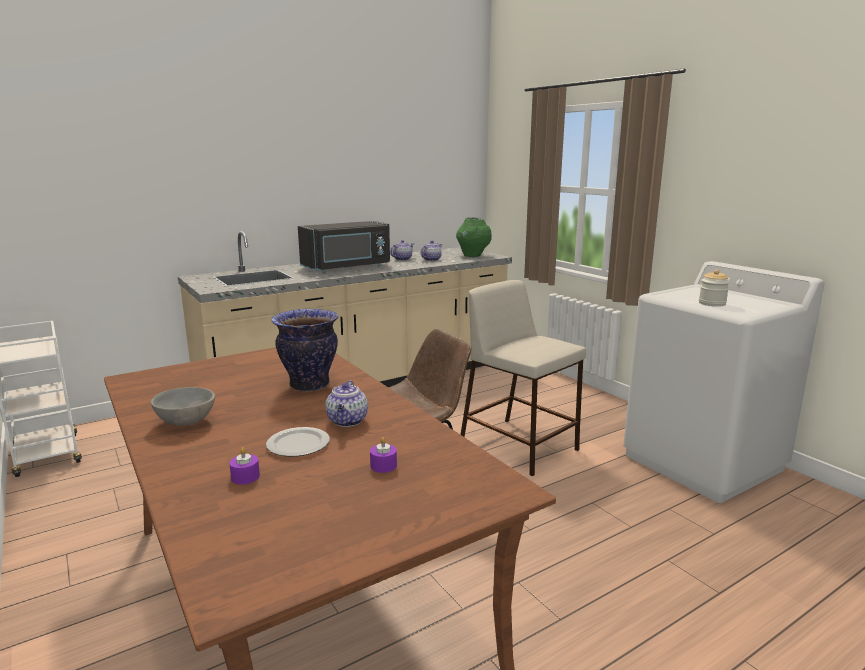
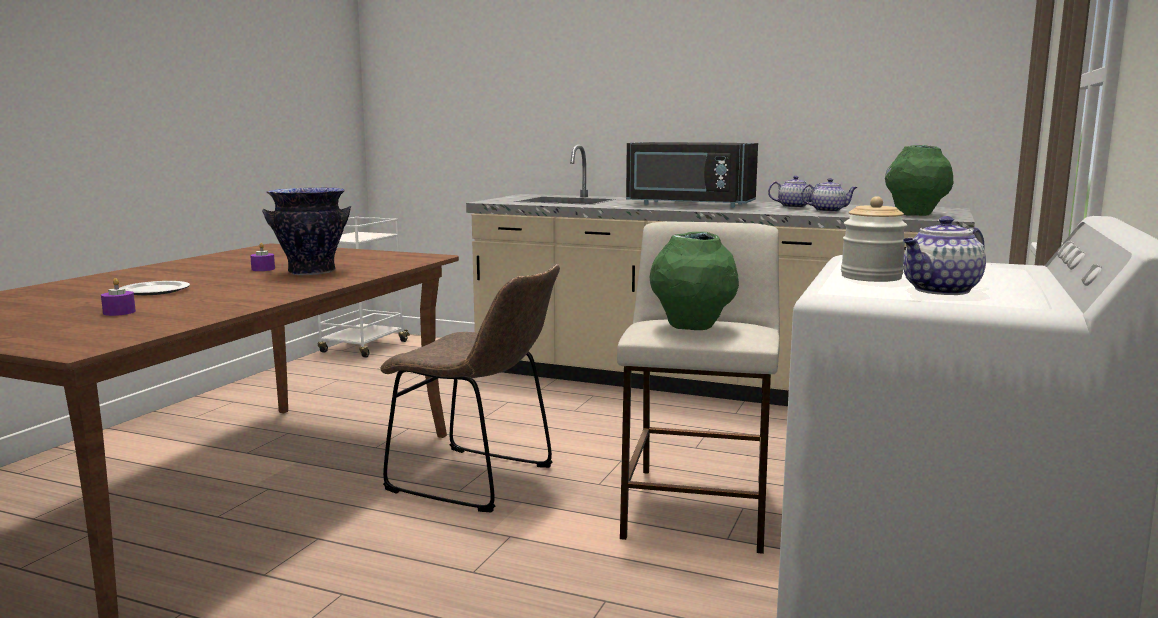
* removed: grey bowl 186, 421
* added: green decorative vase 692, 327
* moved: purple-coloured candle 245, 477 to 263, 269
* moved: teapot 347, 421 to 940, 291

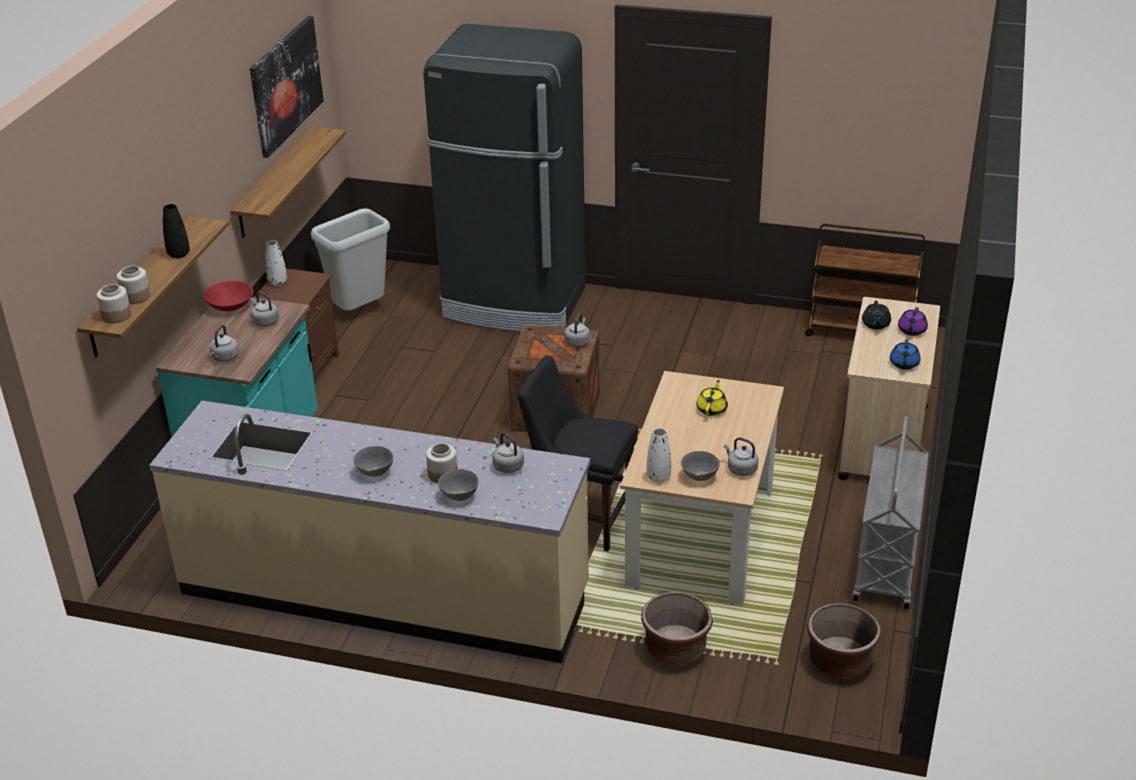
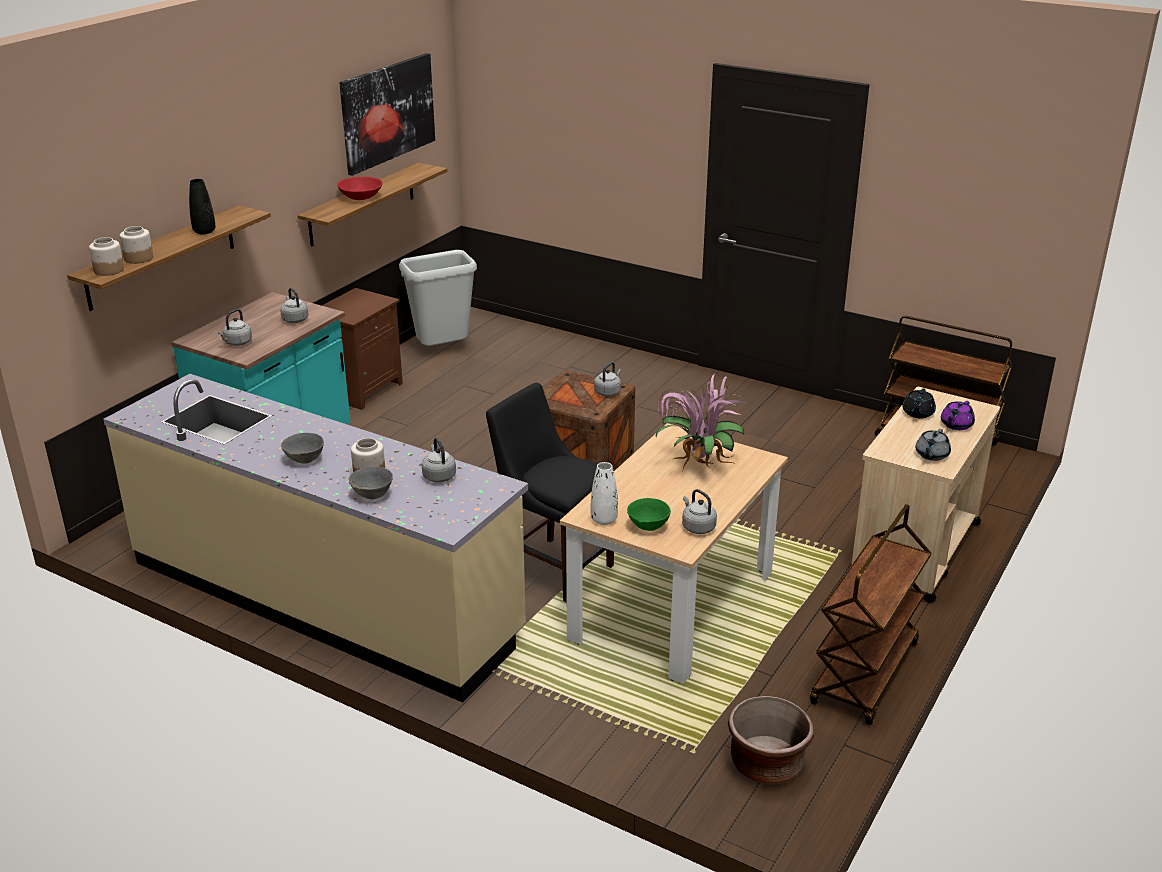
* removed: whitish decorative vase 277, 282
* removed: blackish kitchen fridge 515, 304
* removed: brownish planter 675, 649
* moved: red-coloured bowl 230, 306 to 361, 197
* replaced: yellow-coloured teapot 712, 409 to plant in a pot 697, 465
* recoloured: grey bowl 699, 477 to green bowl 648, 527
* recoloured: grey wheeled cart 886, 565 to brownish wheeled cart 865, 675
* recoloured: bluish teapot 904, 364 to grey teapot 931, 455

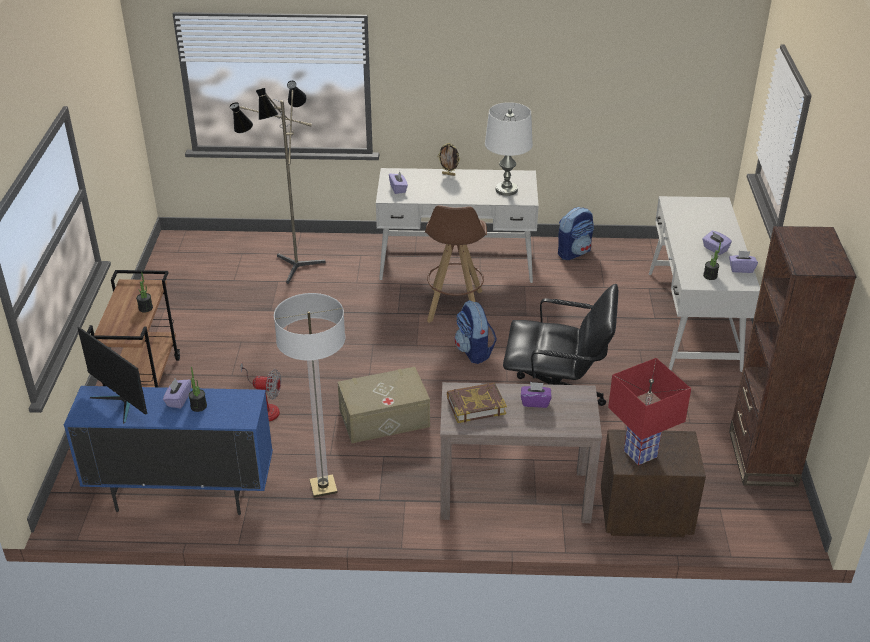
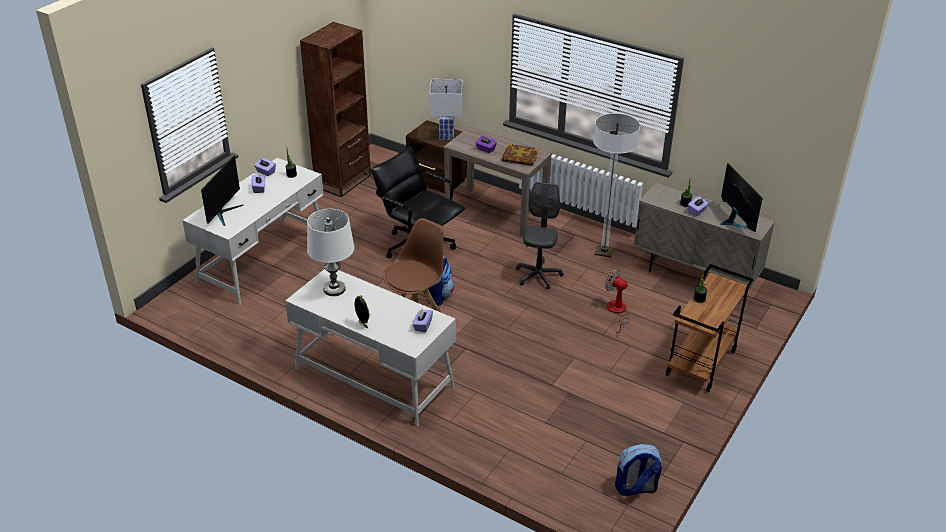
* removed: standing lamp 290, 267
* added: computer display 223, 213
* moved: backpack 574, 252 to 635, 488
* replaced: beige-coloured storage bin 384, 418 to grey computer chair 538, 276
* recoloured: bluish cupboard 182, 495 to beige-coloured cupboard 694, 277
* recoloured: red-coloured lamp for a table 640, 453 to whitish lamp for a table 446, 136

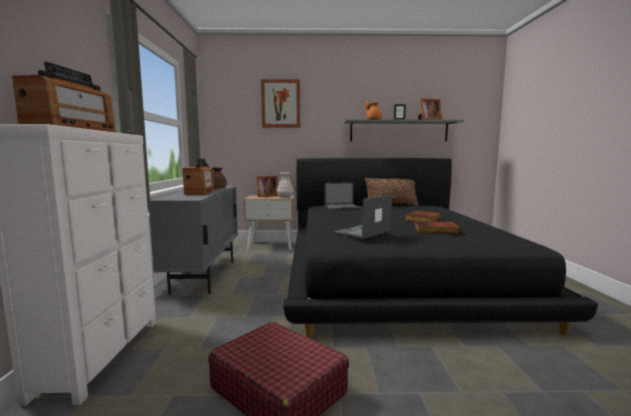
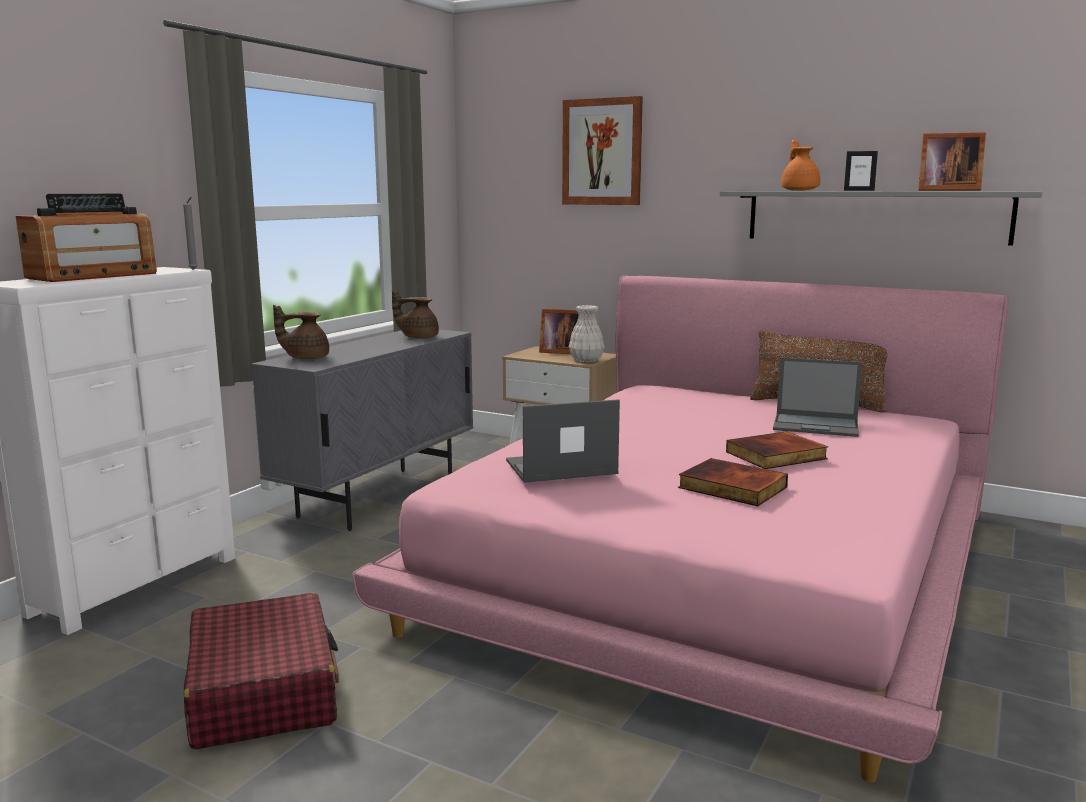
* removed: radio receiver 201, 192
* added: brownish teapot 306, 358
* moved: laptop 342, 207 to 817, 425
* recoloured: blackish bed 392, 272 to pink bed 716, 563

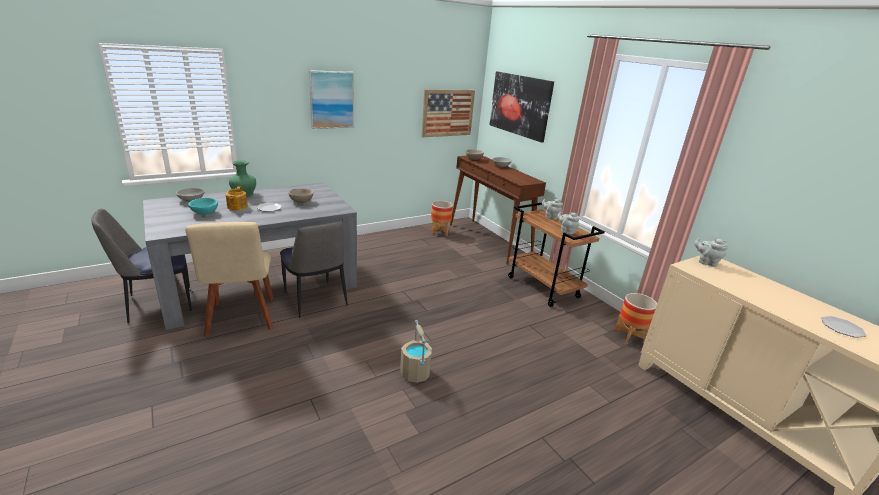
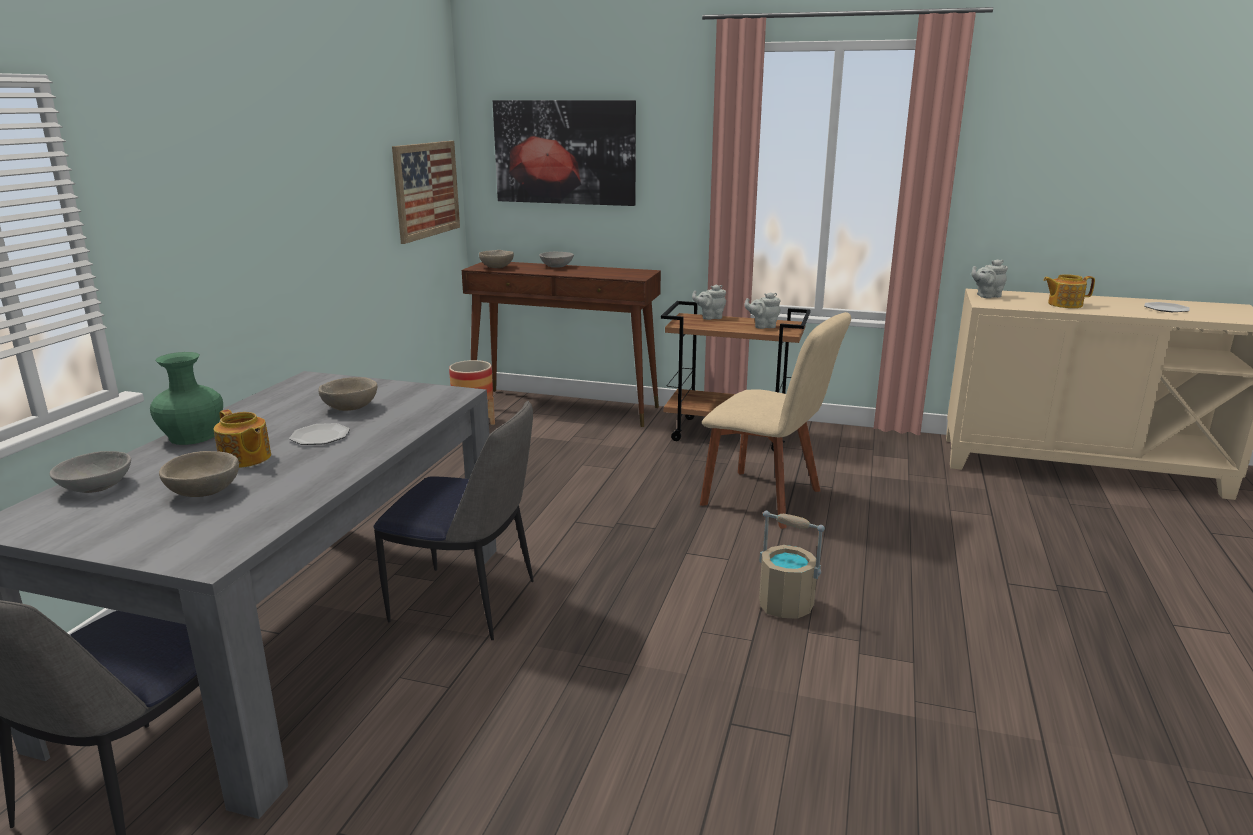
* removed: wall art 331, 99
* removed: planter 629, 337
* added: teapot 1064, 304
* moved: beige-coloured upright chair 241, 318 to 767, 499
* recoloured: turquoise-coloured bowl 204, 213 to beige-coloured bowl 203, 493

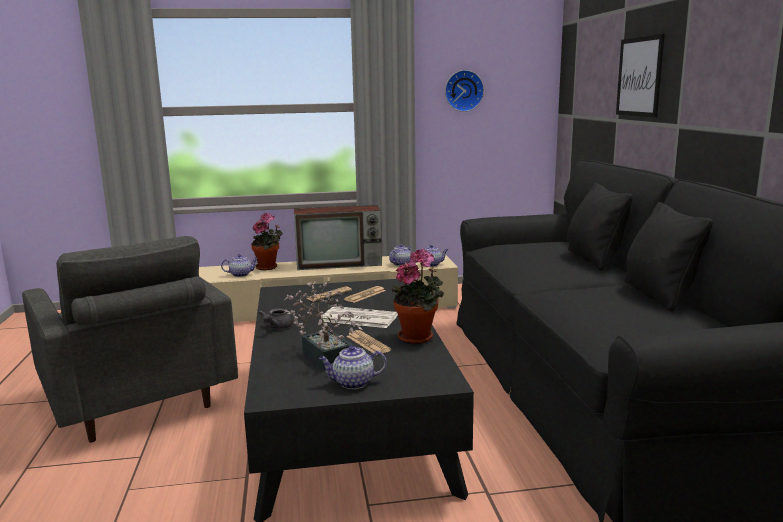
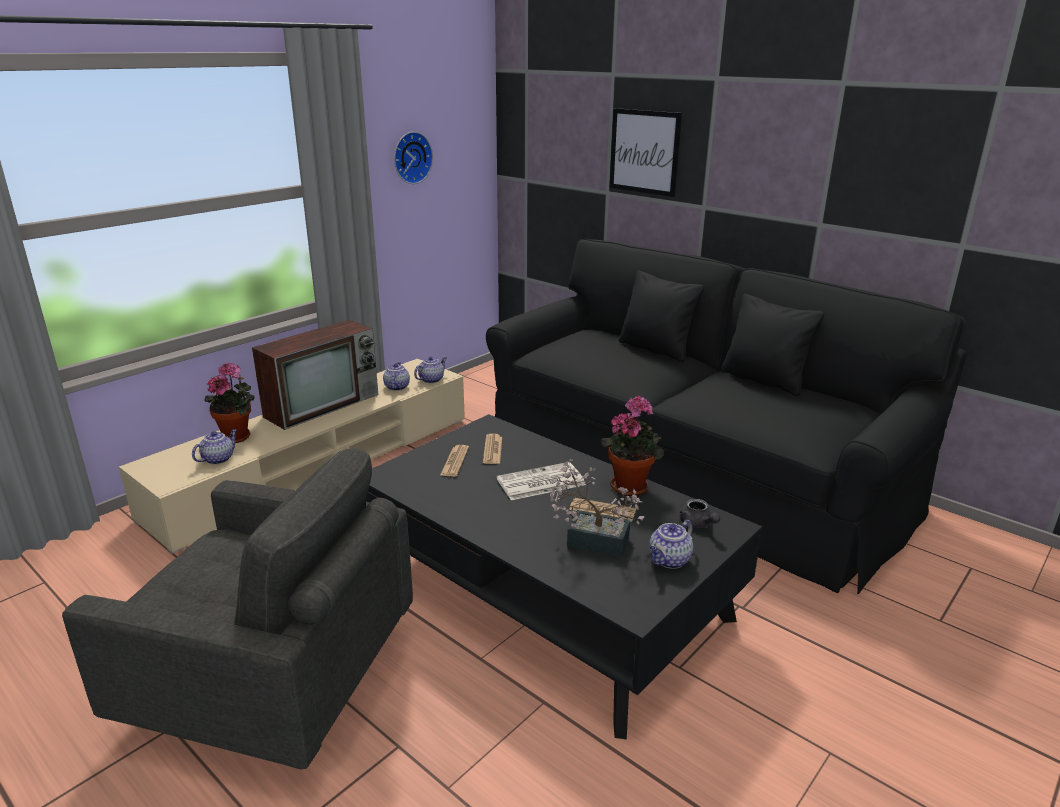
* moved: grey teapot 276, 328 to 697, 524

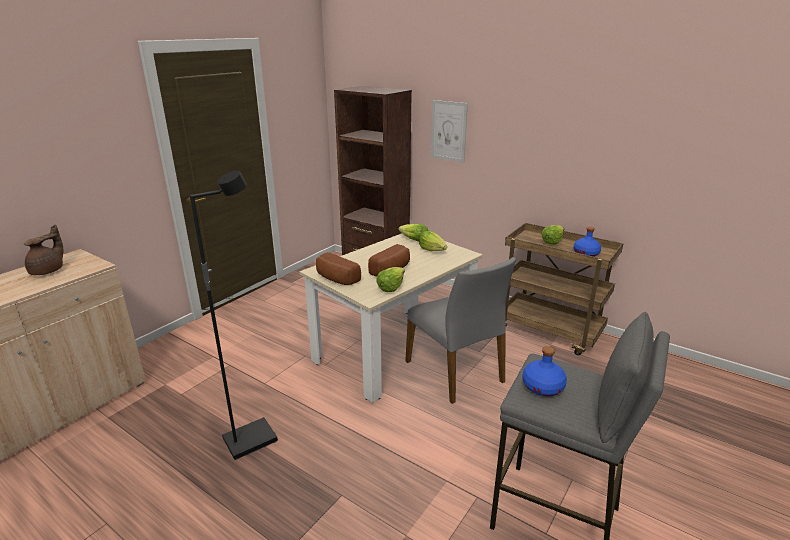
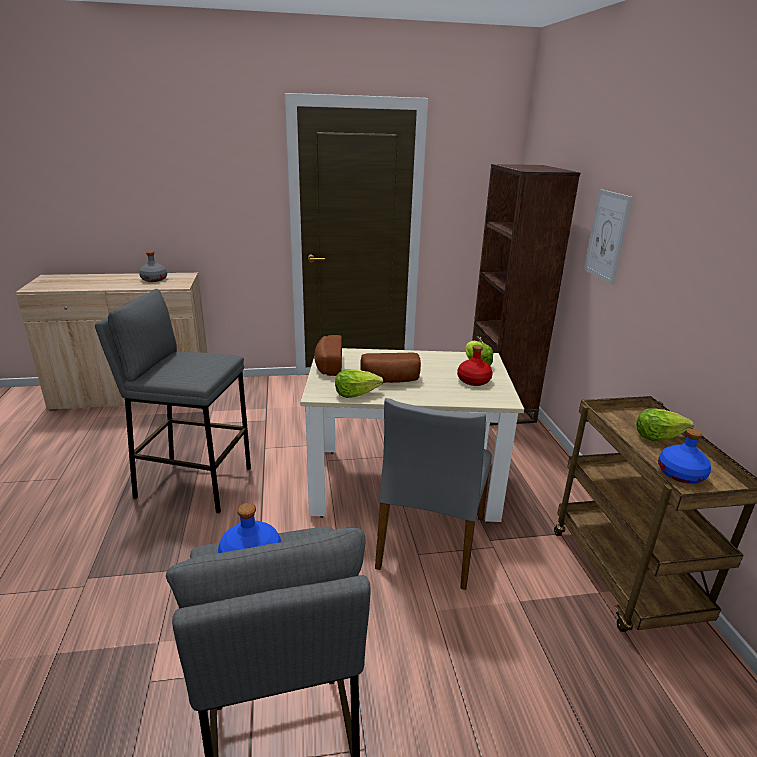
* replaced: brownish teapot 49, 271 to grey drink bottle 154, 279
* replaced: blackish standing lamp 250, 439 to grey stool 193, 482
* replaced: head of lettuce 433, 250 to red-coloured drink bottle 474, 380

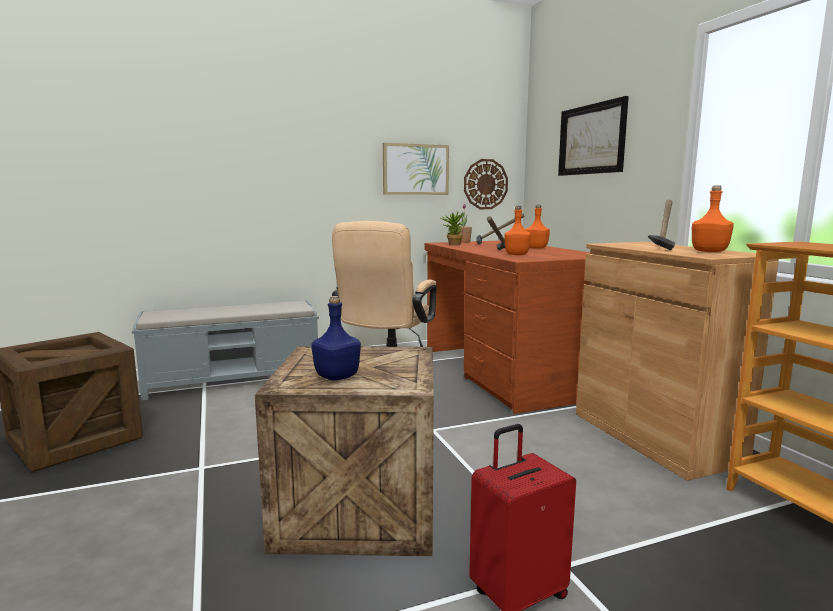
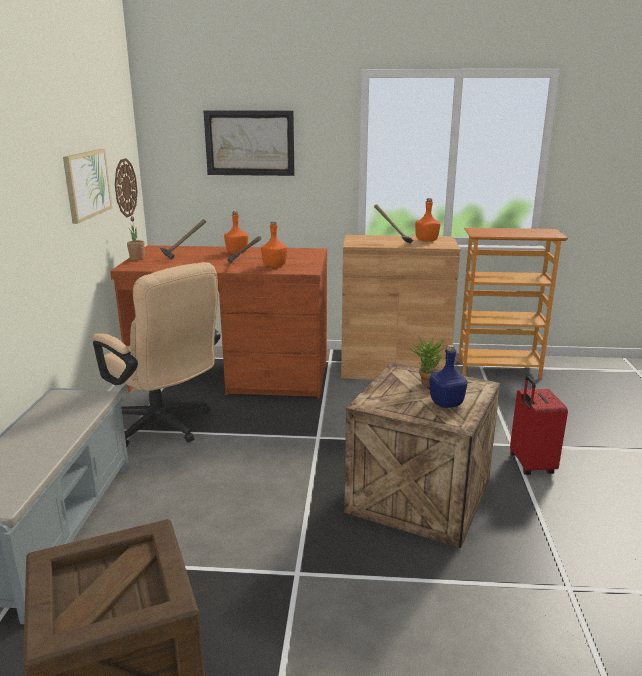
* moved: plant in a pot 452, 244 to 426, 384

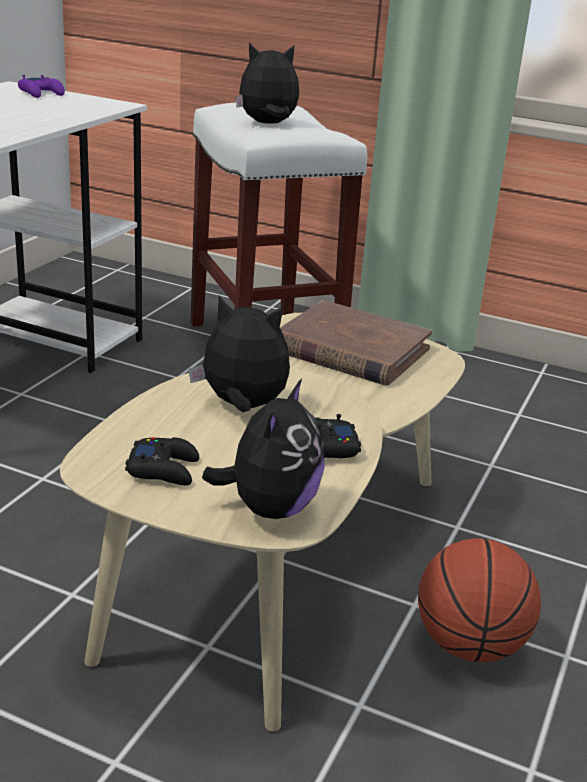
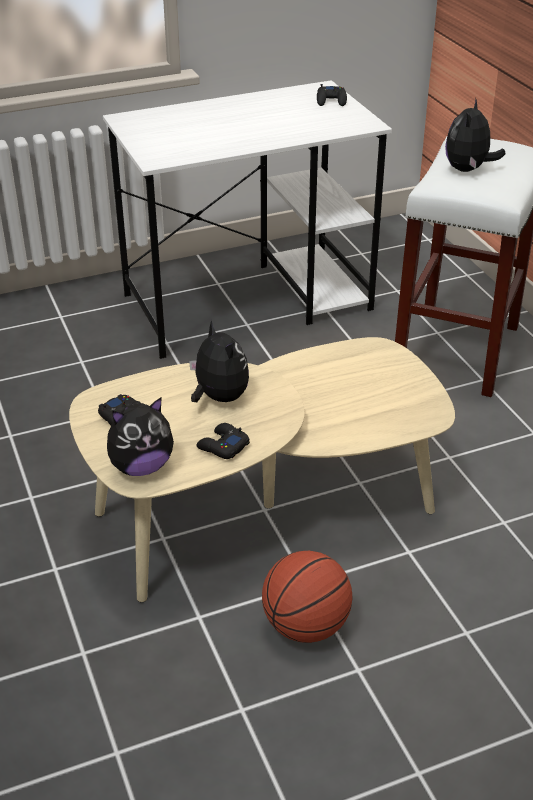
* removed: brownish volume 351, 350
* recoloured: purple-coloured game controller 41, 93 to blackish game controller 331, 100
* turned: cuddly toy 268, 124 = 468, 170 105 degrees counterclockwise

